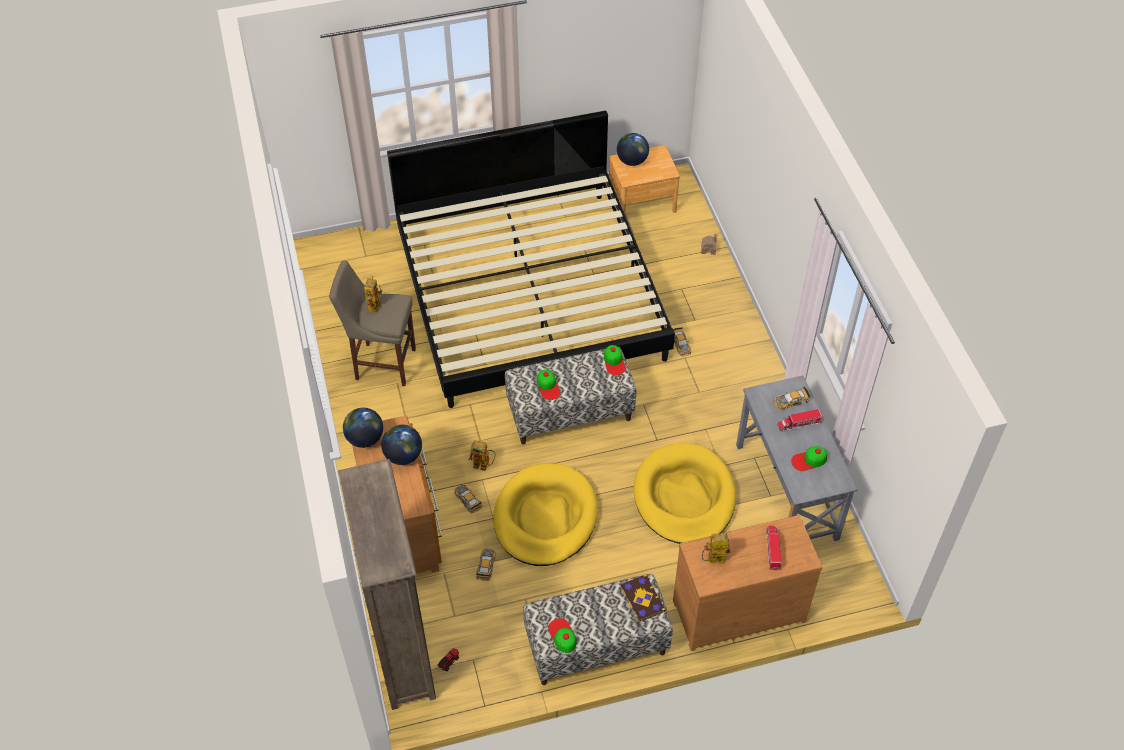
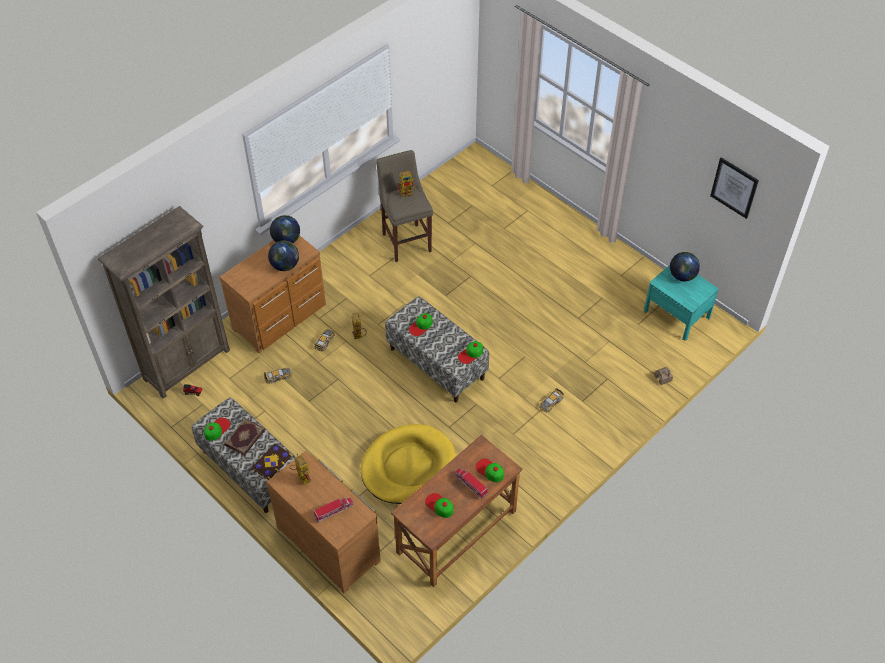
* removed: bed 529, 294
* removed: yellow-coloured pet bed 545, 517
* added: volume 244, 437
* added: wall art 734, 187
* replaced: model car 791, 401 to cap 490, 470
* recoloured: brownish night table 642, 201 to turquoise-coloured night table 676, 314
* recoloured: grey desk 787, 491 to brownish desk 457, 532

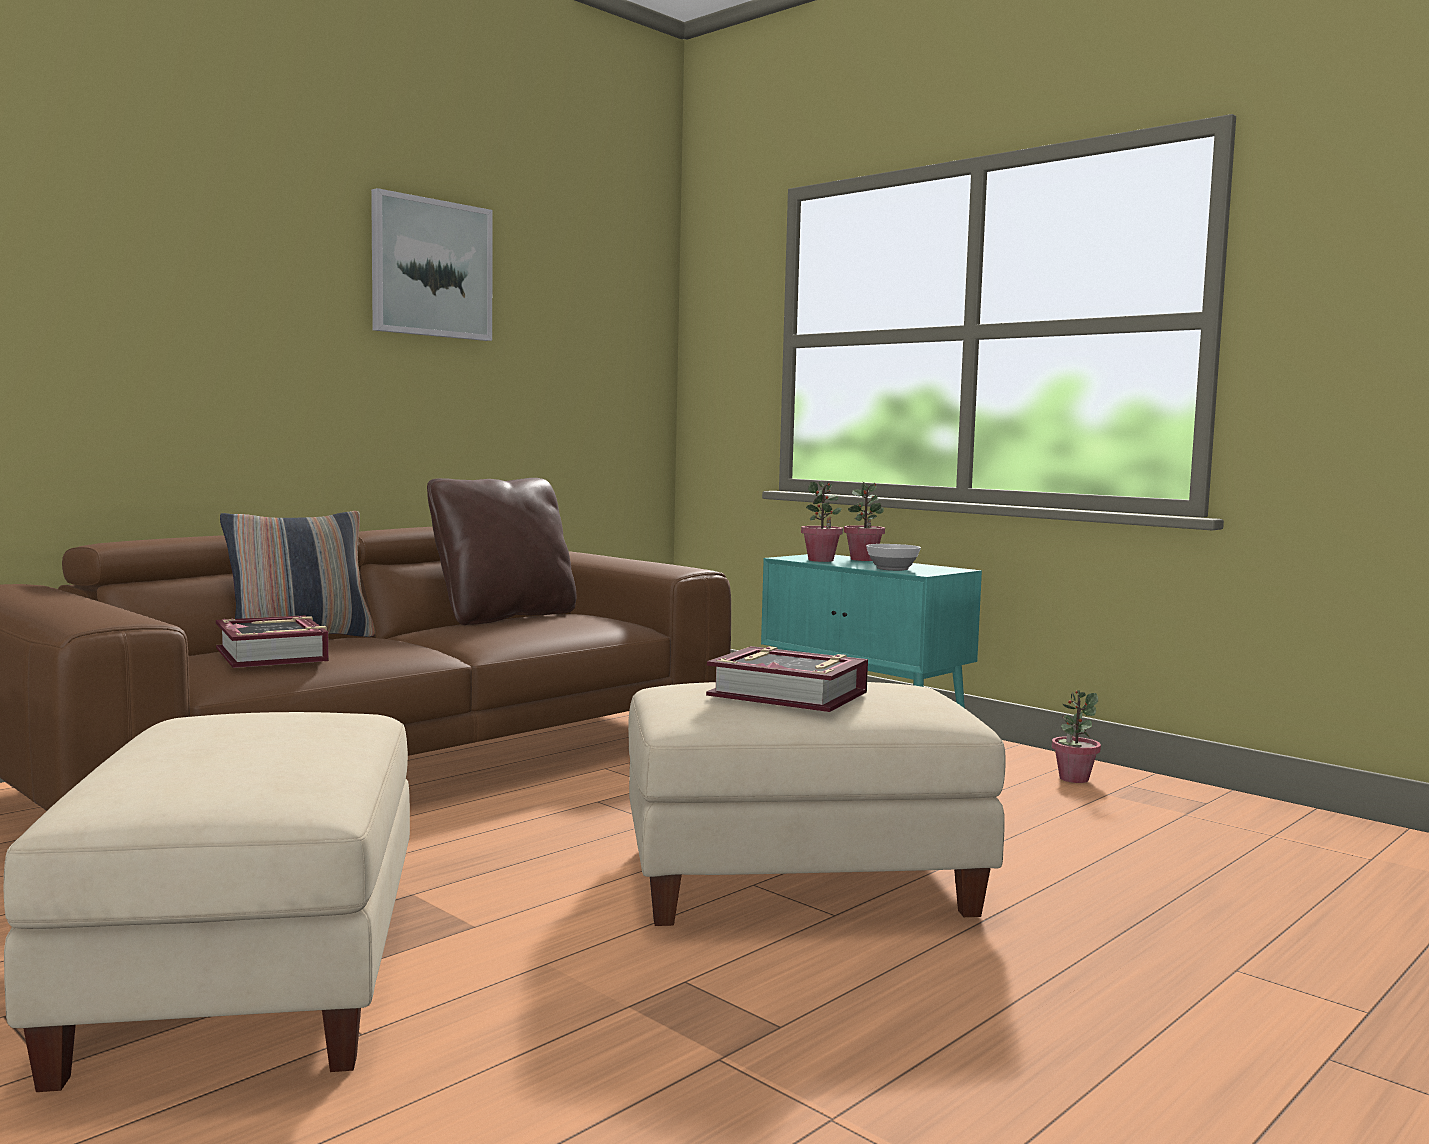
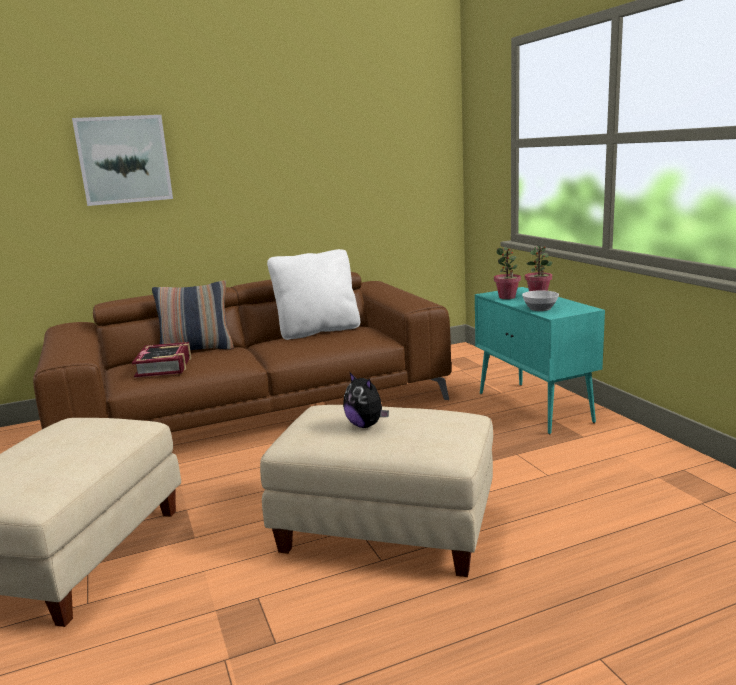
* removed: plant in a pot 1073, 778
* moved: wall art 431, 268 to 124, 160
* replaced: volume 788, 694 to cuddly toy 366, 425
* recoloured: brownish throw pillow 504, 616 to whitish throw pillow 318, 331

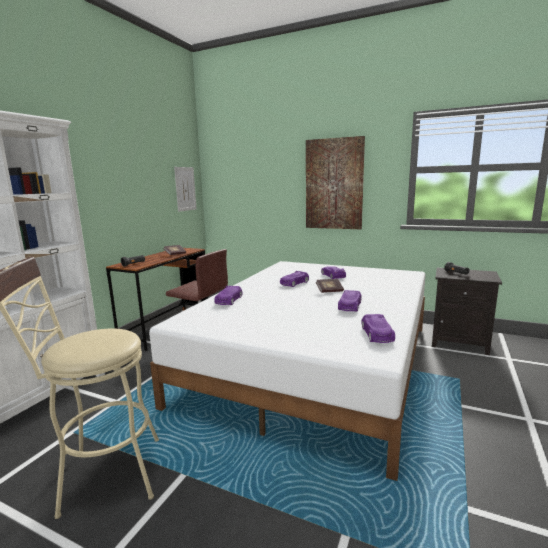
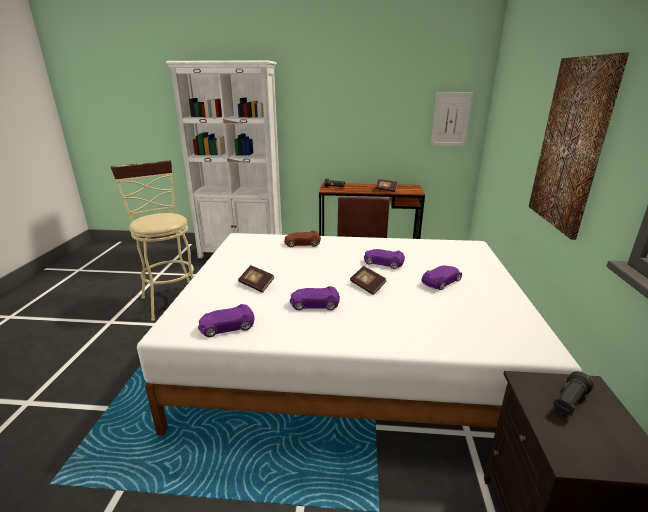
* added: volume 256, 285
* recoloured: purple-coloured model car 228, 300 to brownish model car 302, 243

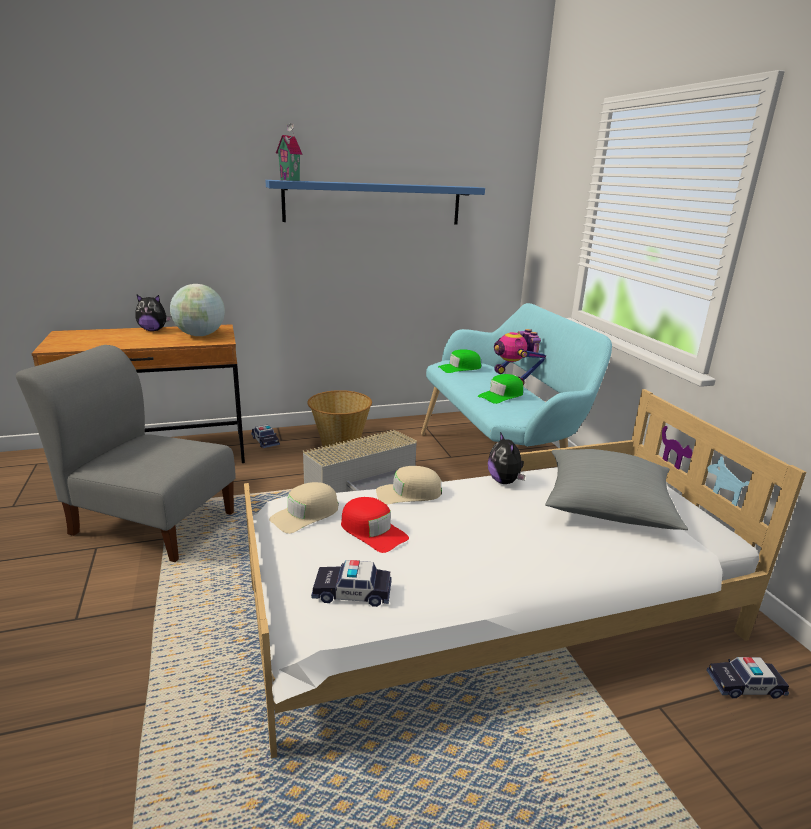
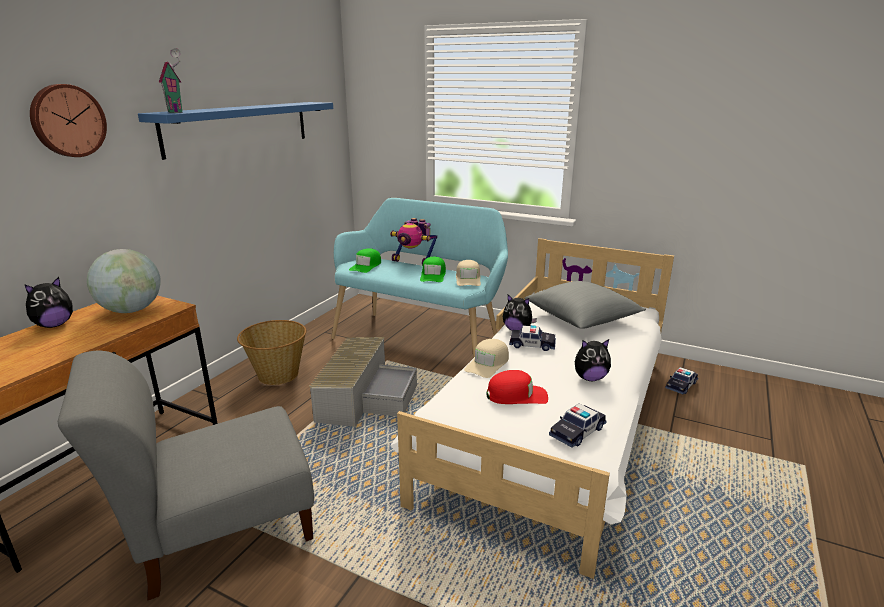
* added: clock on the wall 67, 121
* added: cuddly toy 590, 378
* moved: model car 265, 441 to 532, 345
* moved: beige-coloured cap 305, 514 to 468, 279

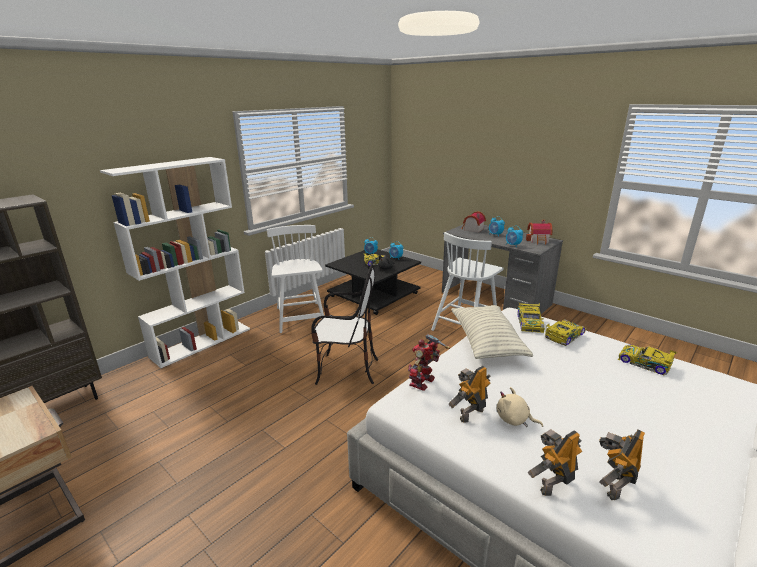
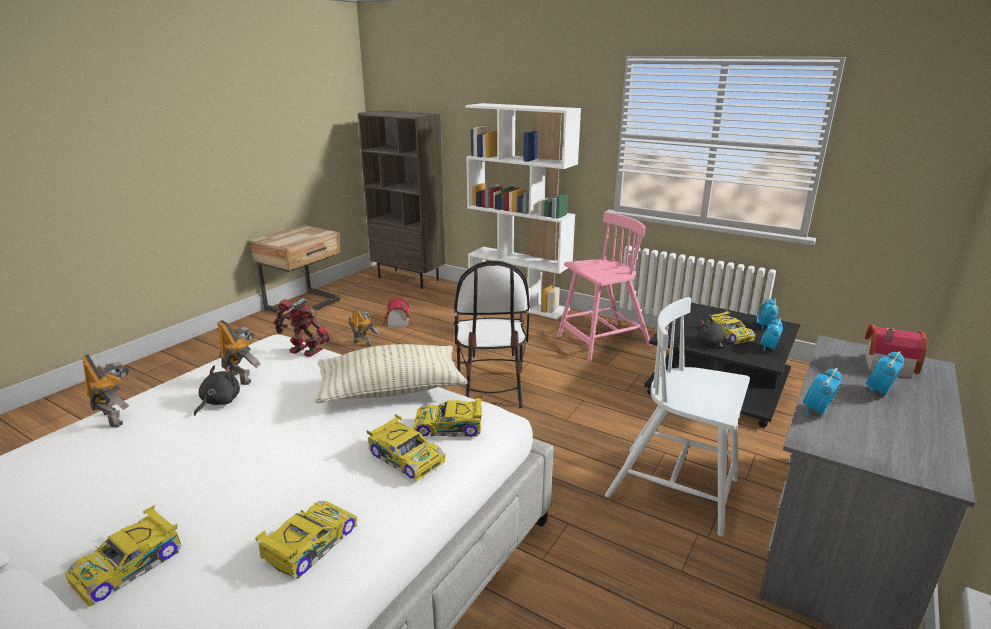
* added: model car 130, 564
* moved: toy house 539, 240 to 396, 323
* moved: model robot 614, 485 to 363, 343
* recoloured: whitish upright chair 300, 318 to pink upright chair 602, 342
* recoloured: beige-coloured cuddly toy 514, 420 to blackish cuddly toy 219, 402

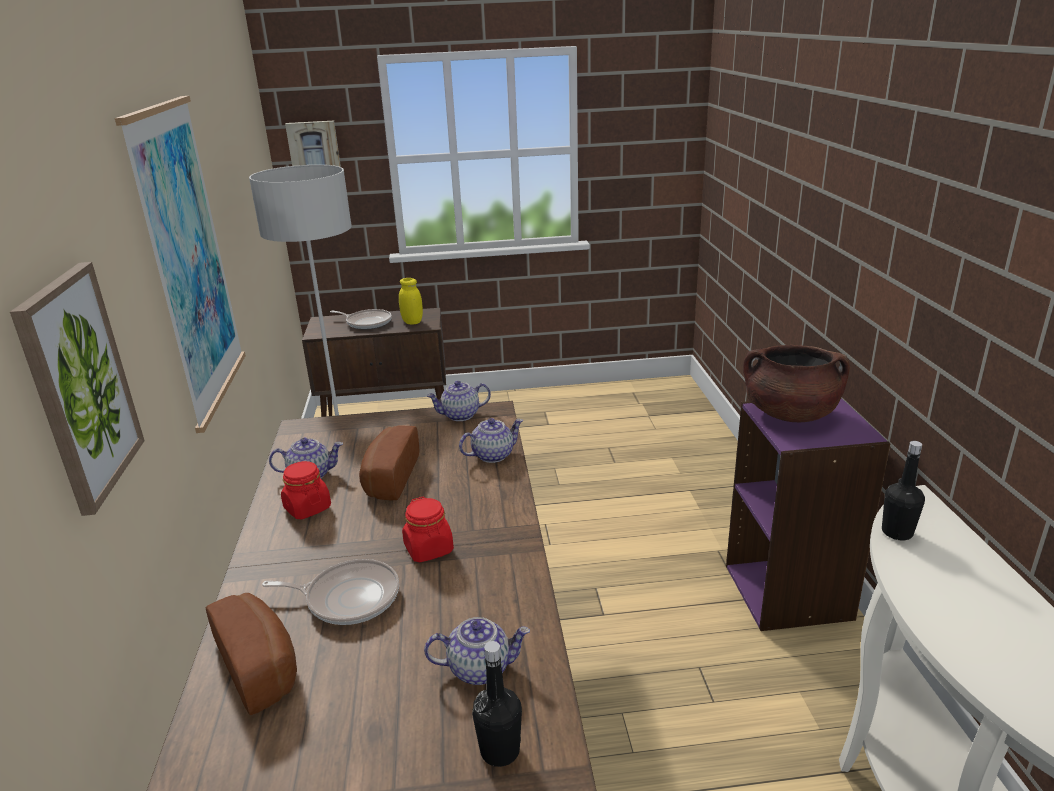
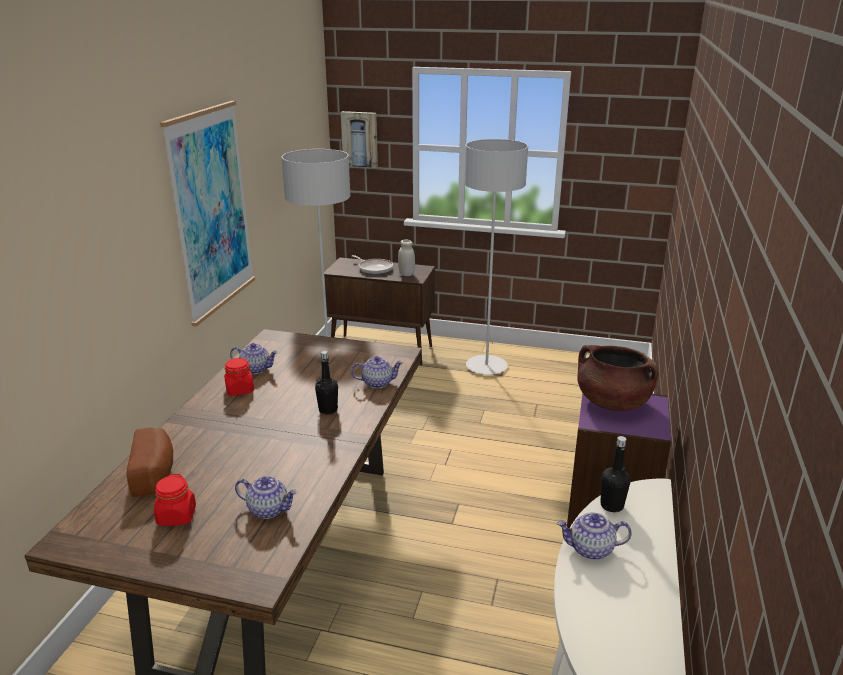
* removed: wall art 80, 386
* removed: pan 348, 598
* removed: bread 388, 478
* added: grey standing lamp 486, 367
* moved: red-coloured storage jar 429, 549 to 176, 516
* moved: teapot 460, 415 to 590, 549
* moved: blackish drink bottle 500, 751 to 328, 410
* recoloured: yellow-coloured storage jar 412, 322 to whitish storage jar 406, 274

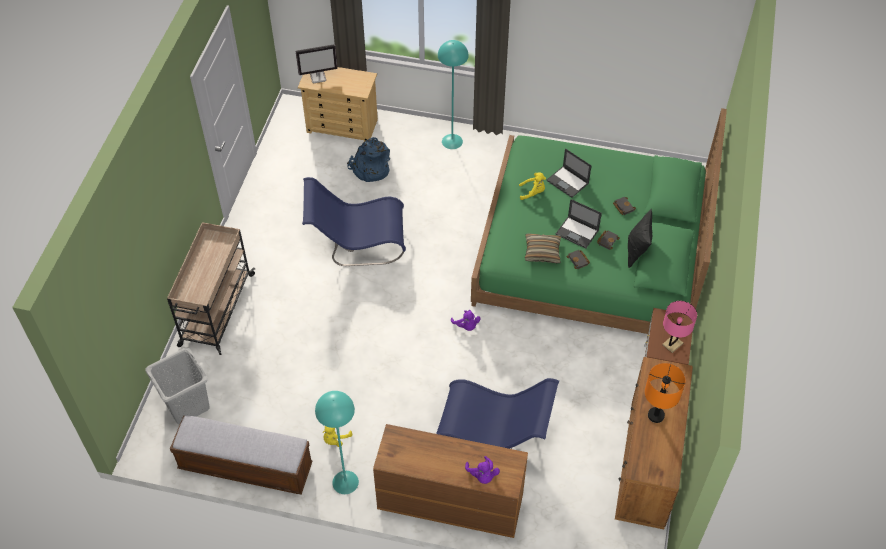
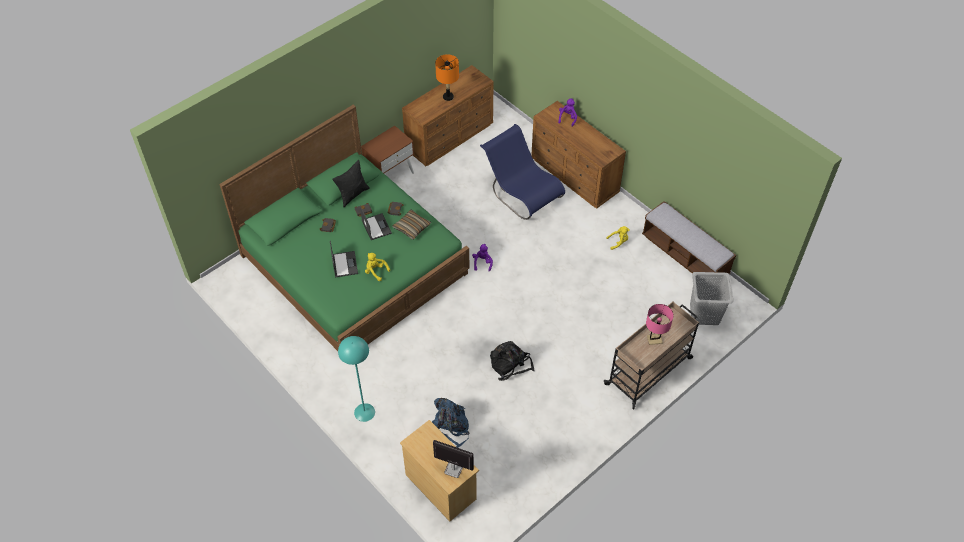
* removed: turquoise-coloured standing lamp 345, 482
* moved: pink lamp for a table 672, 344 to 654, 339
* replaced: bluish upright chair 357, 243 to blackish backpack 510, 365

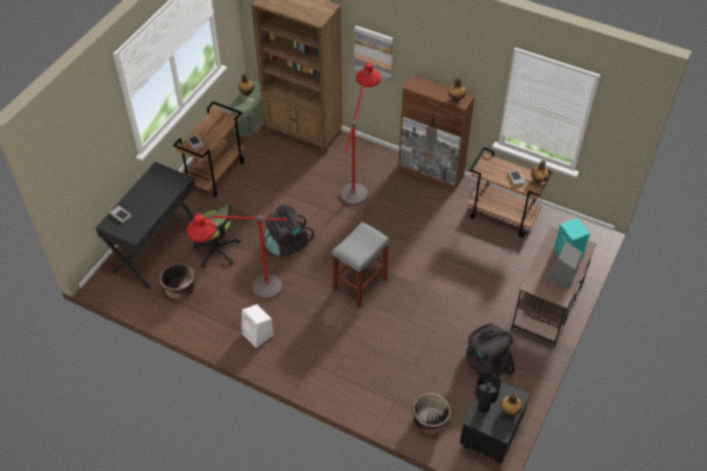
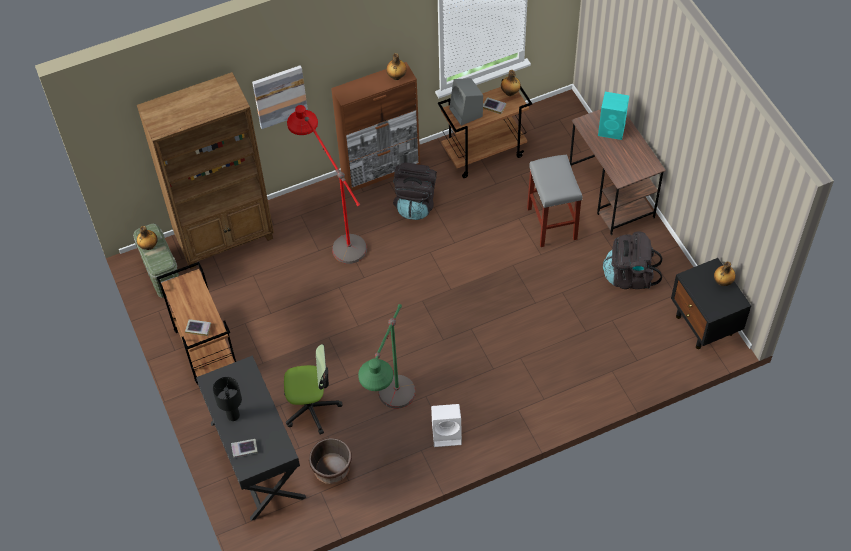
* removed: blackish planter 429, 421
* moved: blackish backpack 287, 244 to 415, 203
* moved: grey stool 360, 284 to 551, 223
* moved: blackish lamp for a table 483, 408 to 233, 415
* moved: grey audio speaker 561, 277 to 466, 113
* recoloured: red-coloured standing lamp 247, 295 to green standing lamp 391, 415

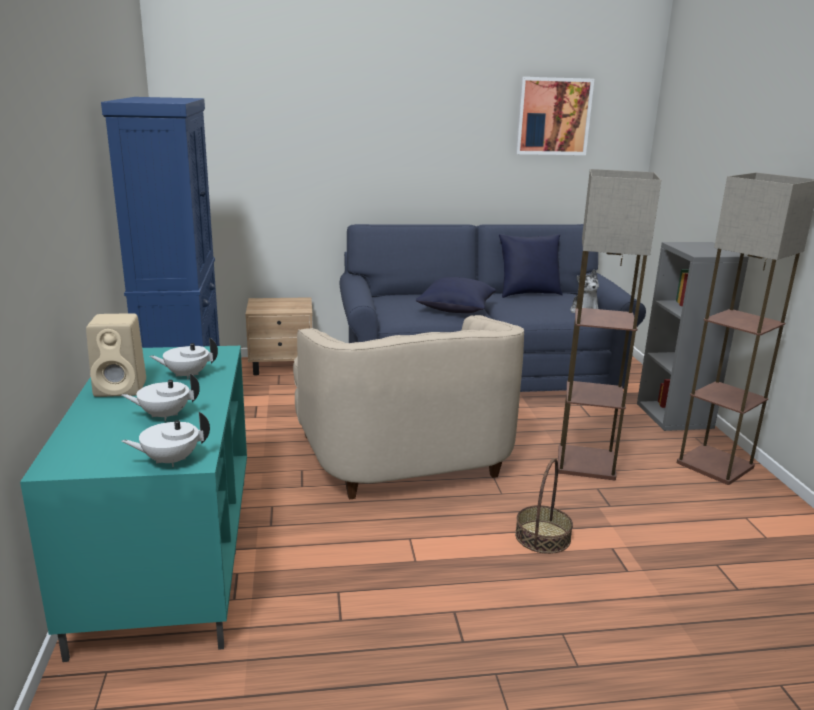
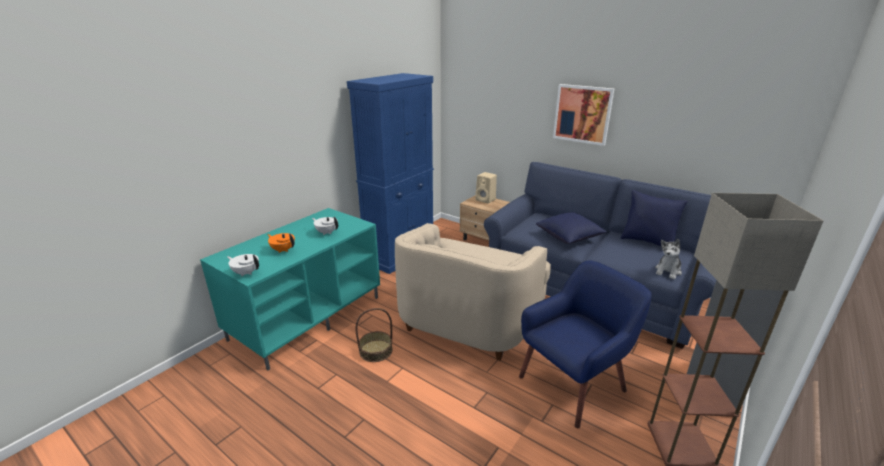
* moved: beige-coloured audio speaker 122, 388 to 486, 200
* moved: wall art 553, 116 to 582, 114
* moved: household basket 542, 537 to 376, 350
* replaced: standing lamp 586, 462 to bluish armchair 574, 384
* recoloured: whitish teapot 164, 415 to orange teapot 283, 250

